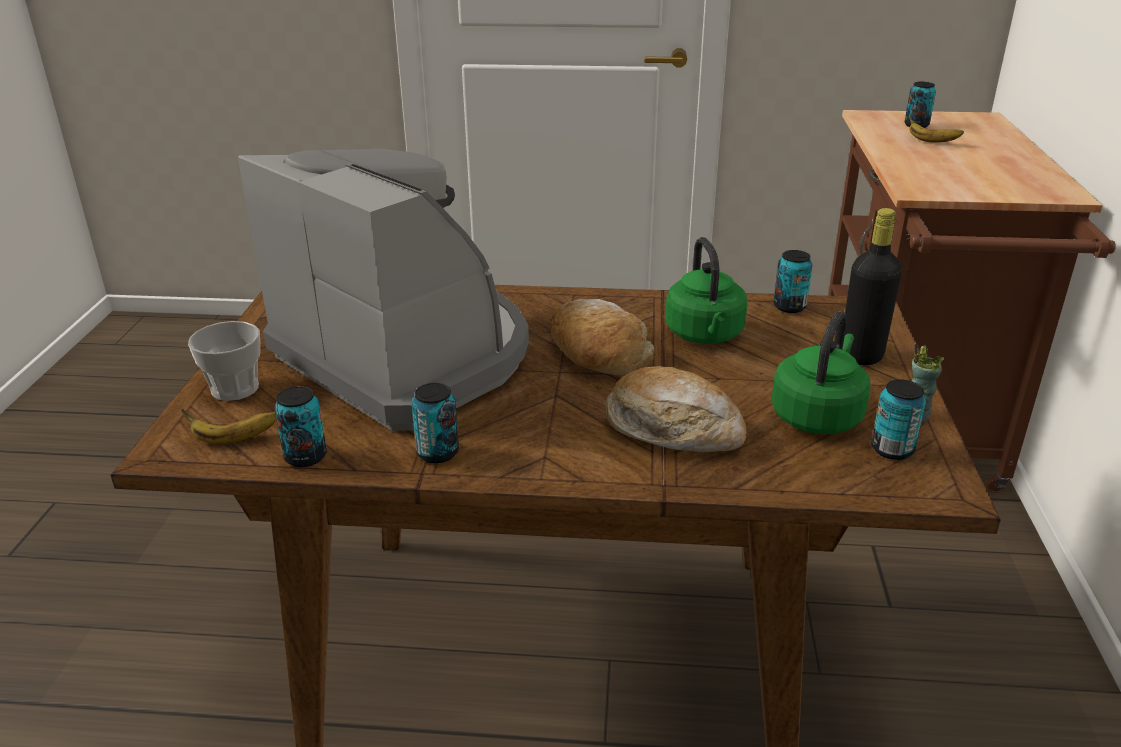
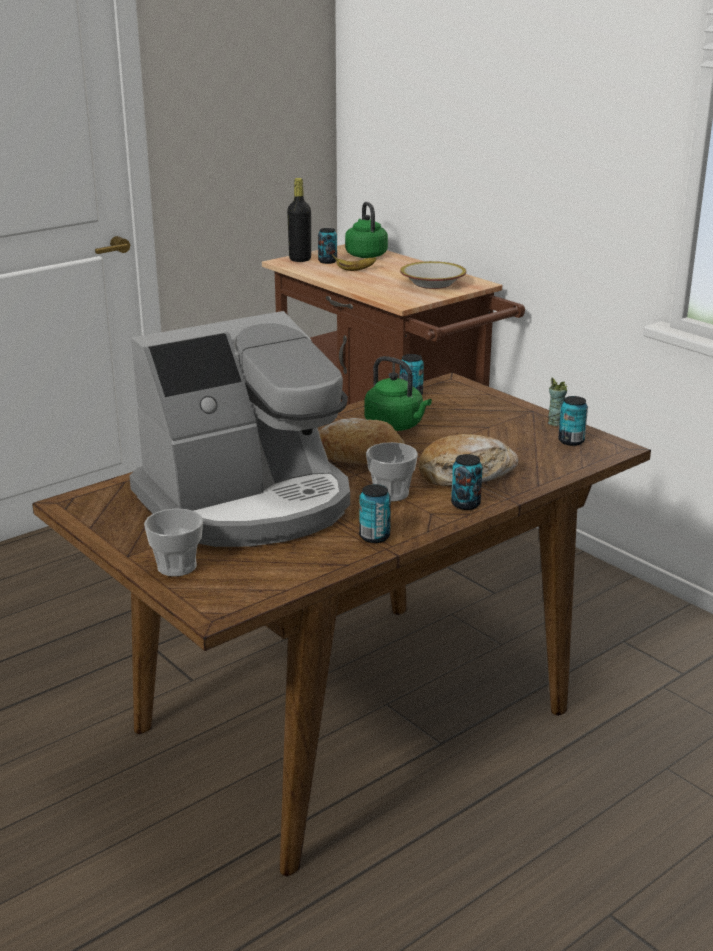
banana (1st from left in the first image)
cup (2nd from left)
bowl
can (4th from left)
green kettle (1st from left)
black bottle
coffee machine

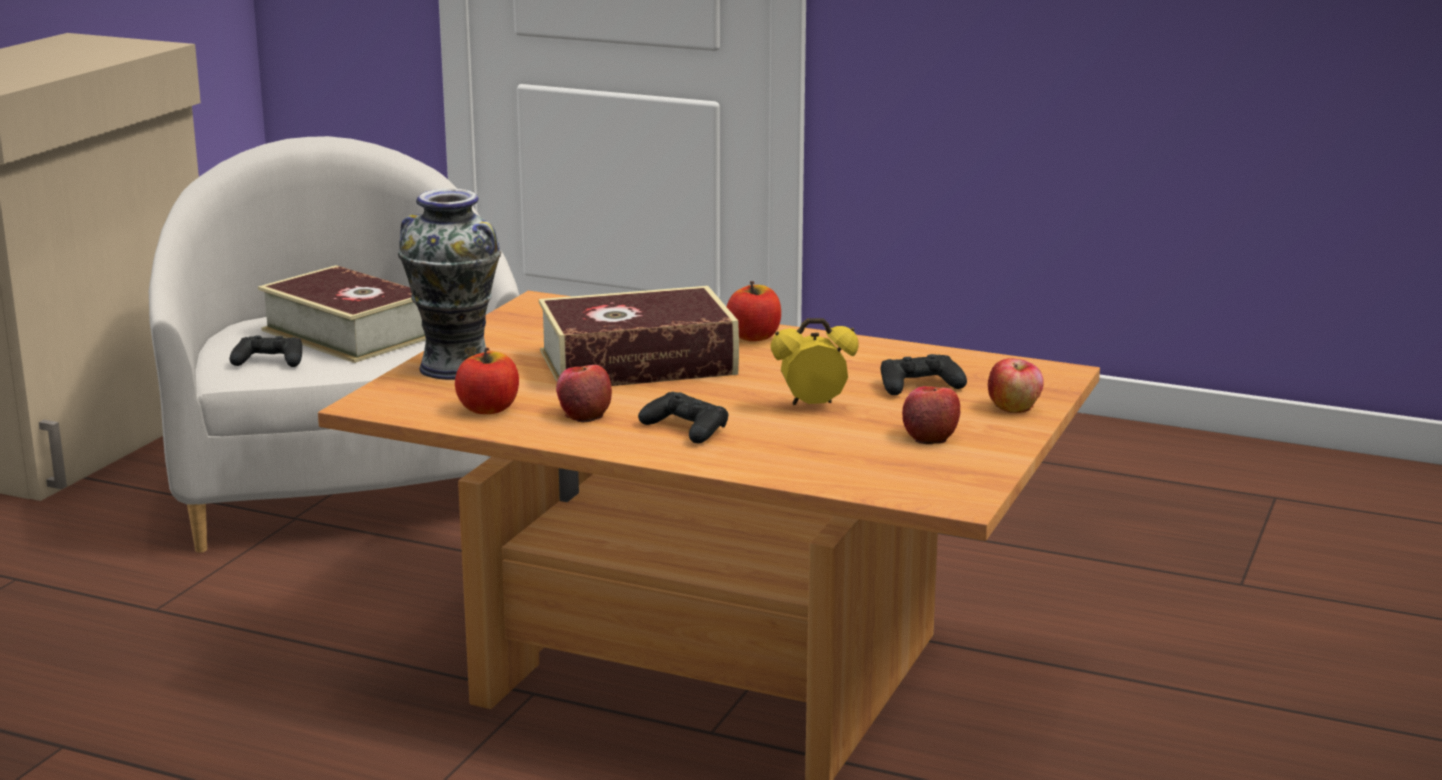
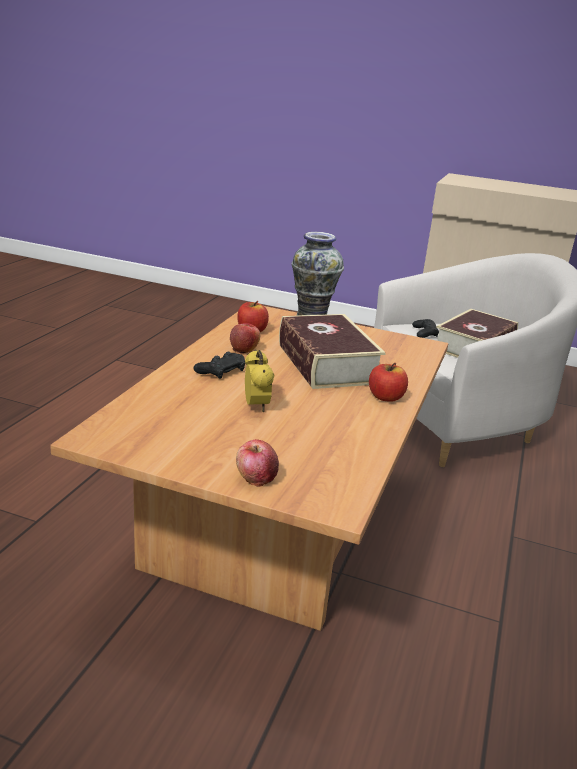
black game controller (3rd from left in the first image)
apple (4th from left in the first image)

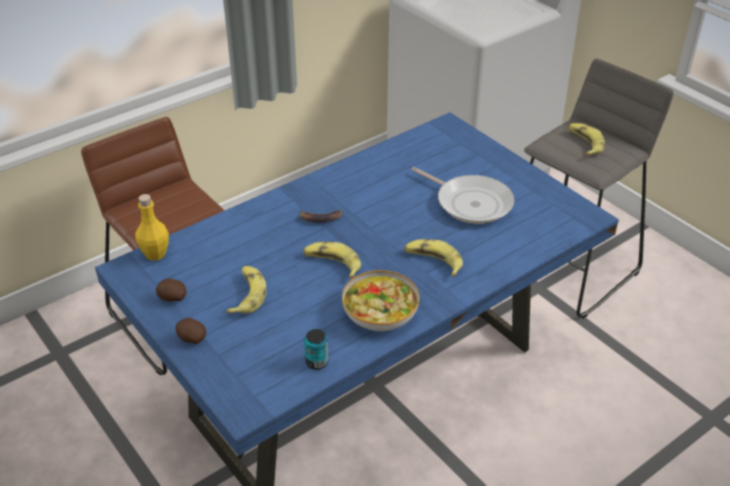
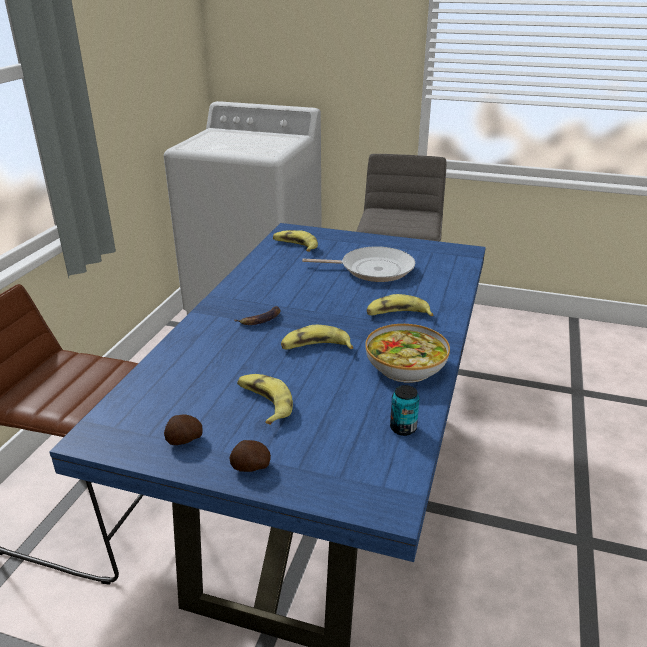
yellow bottle
banana (3rd from left)

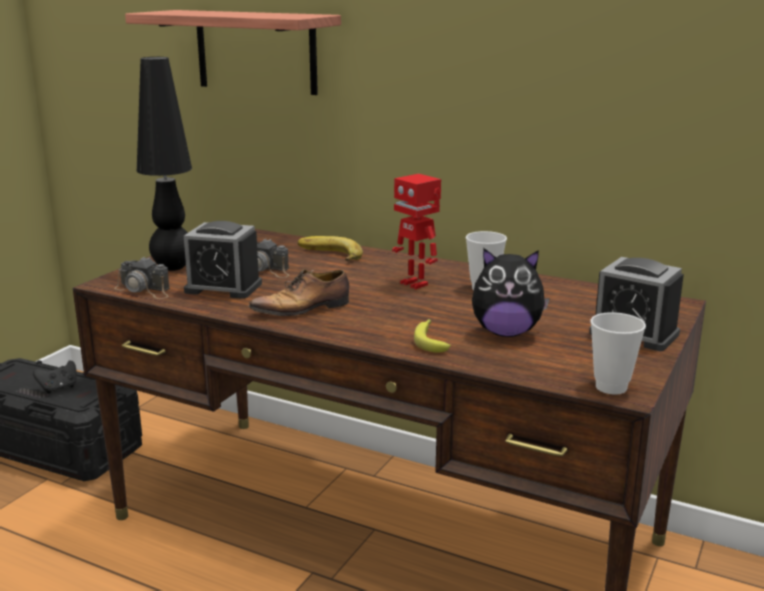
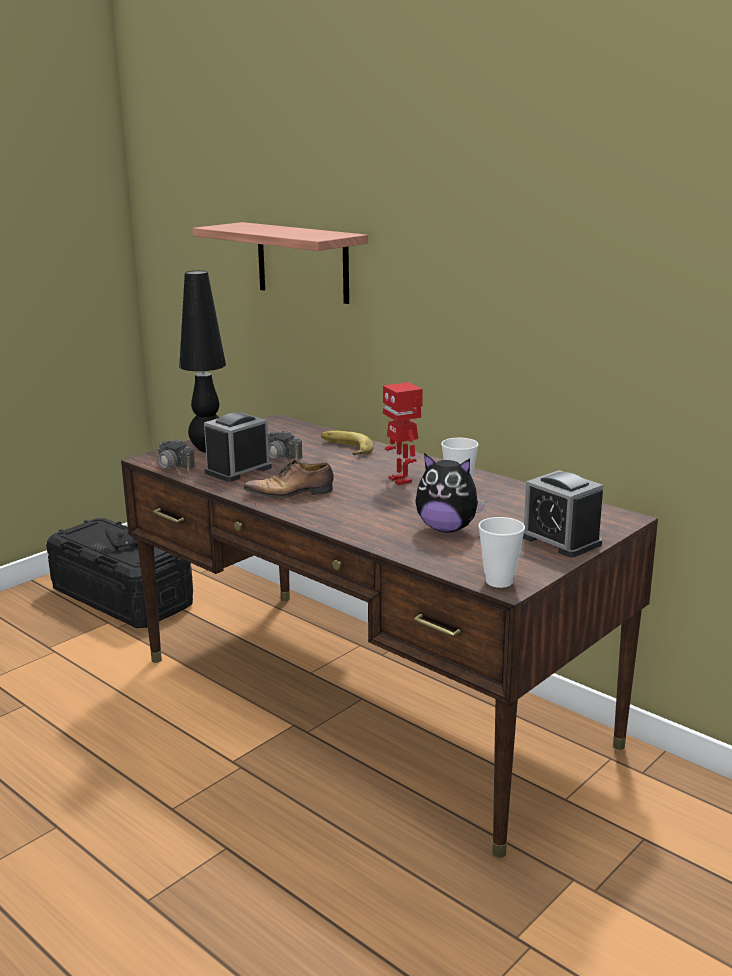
banana (2nd from left in the first image)
alarm clock (1st from left)

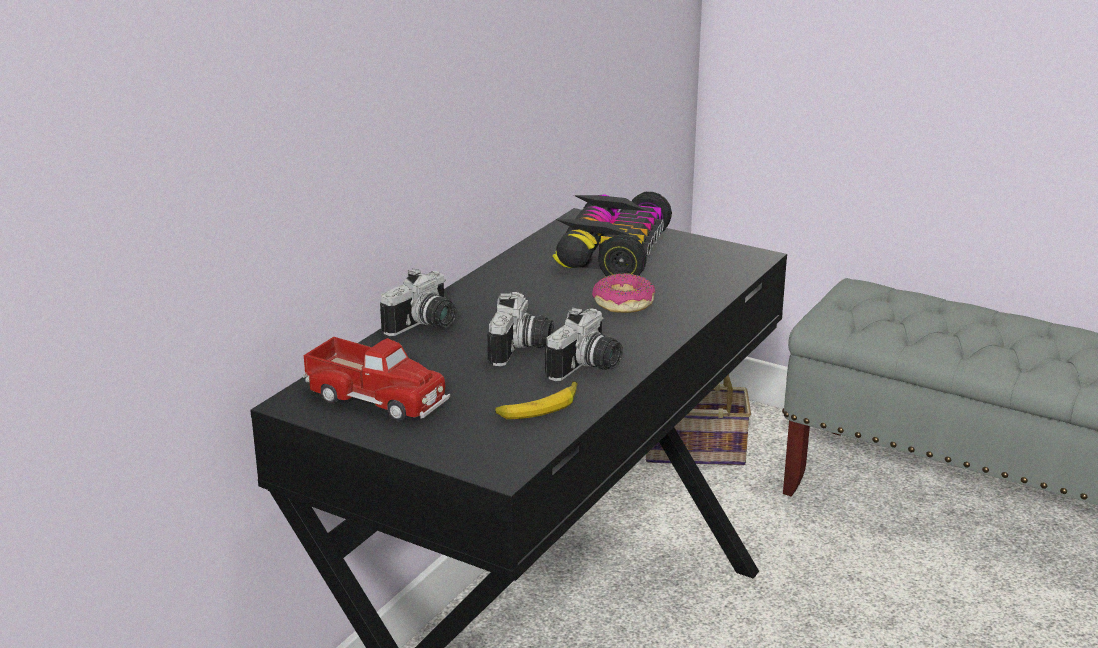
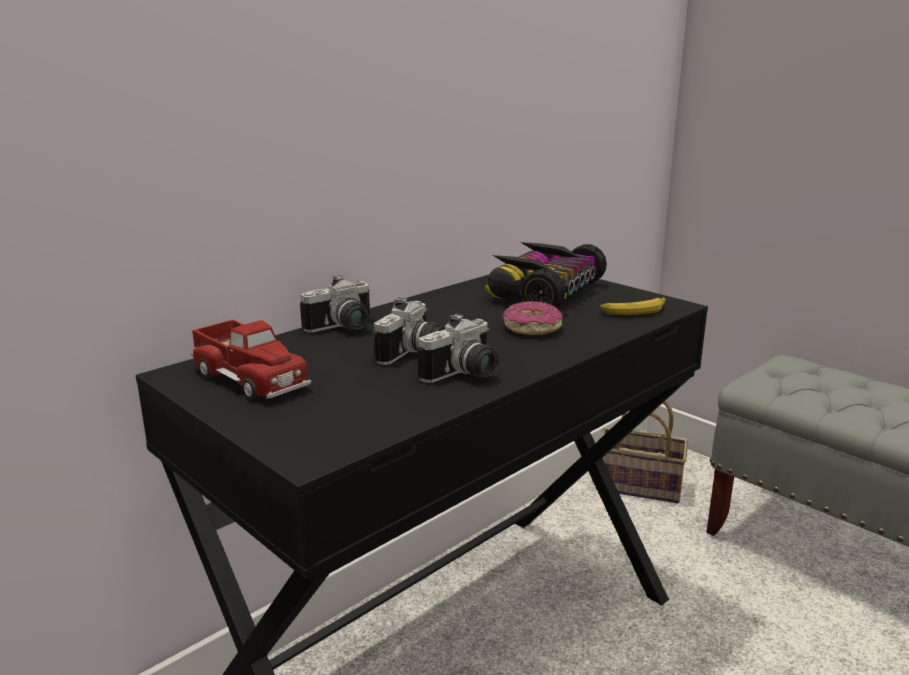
banana

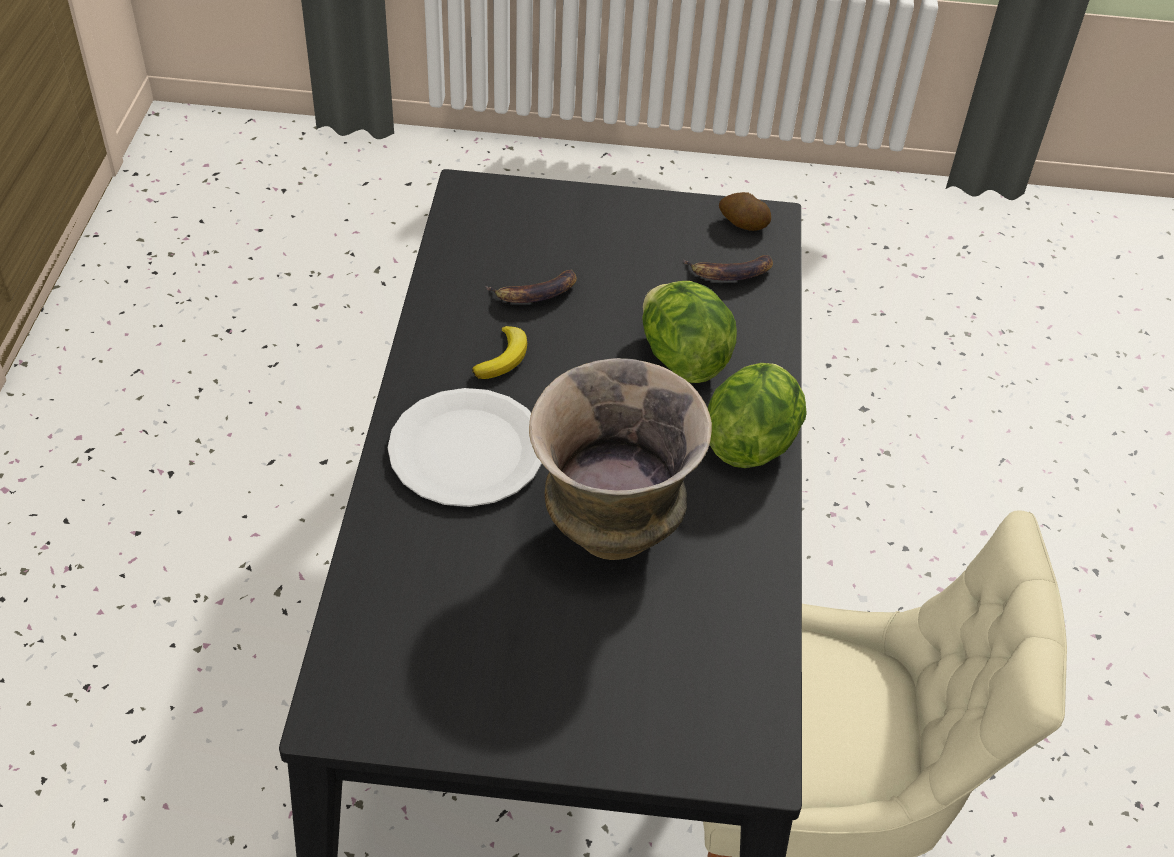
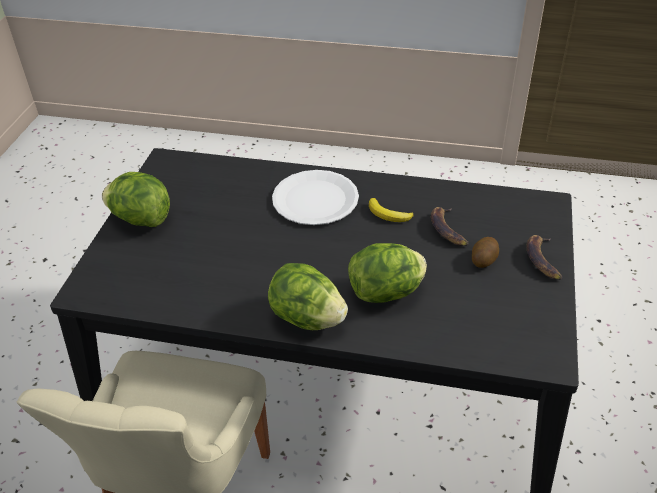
vase
lettuce (1st from left)
banana (3rd from left)
potato

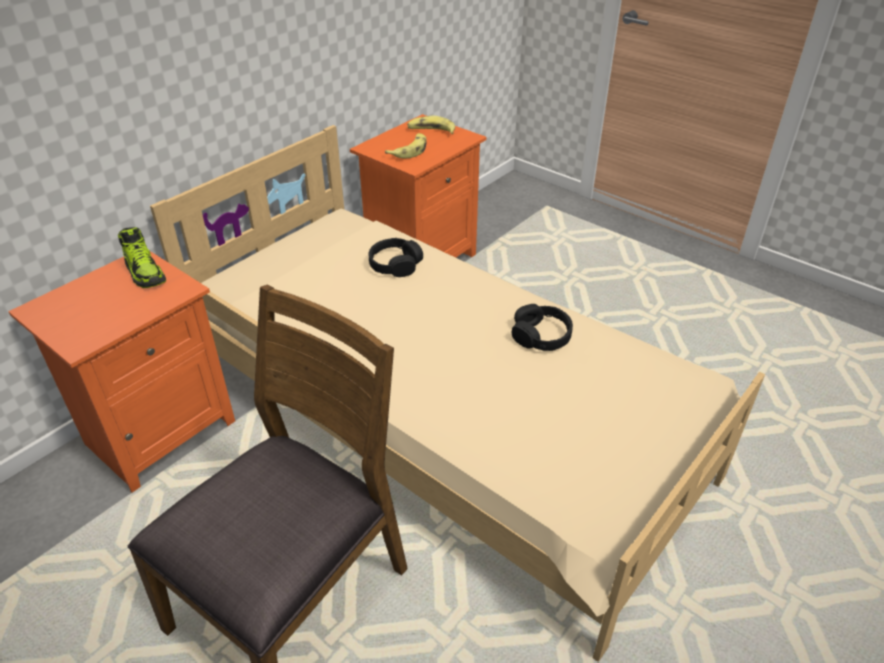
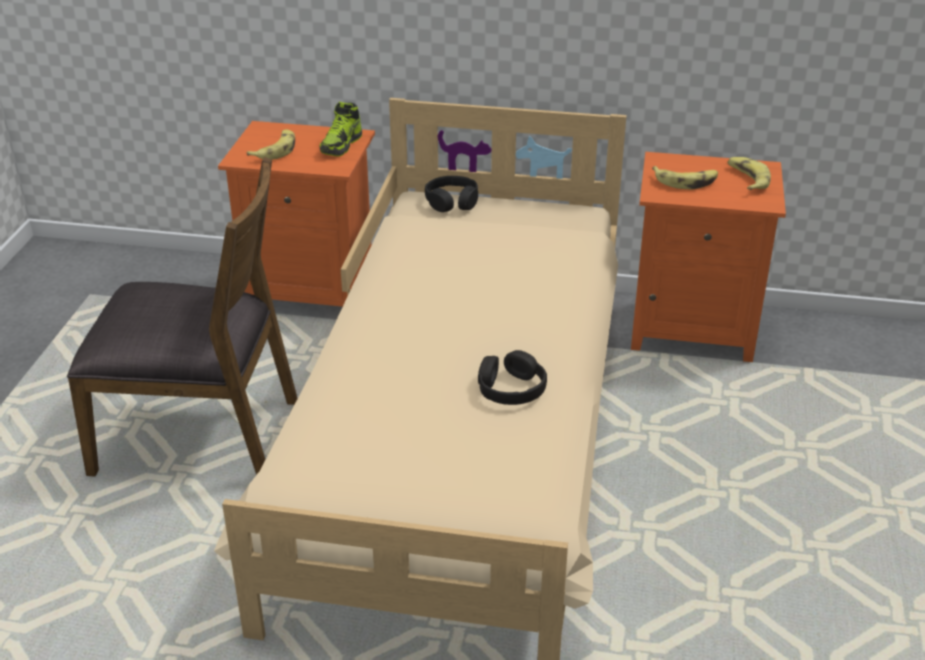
banana (1st from left)
black headphones (1st from left)

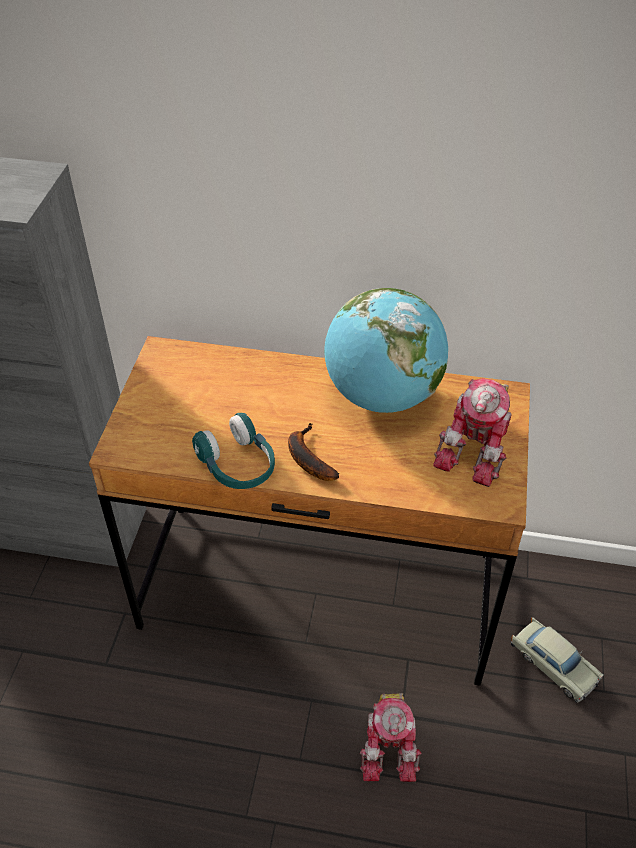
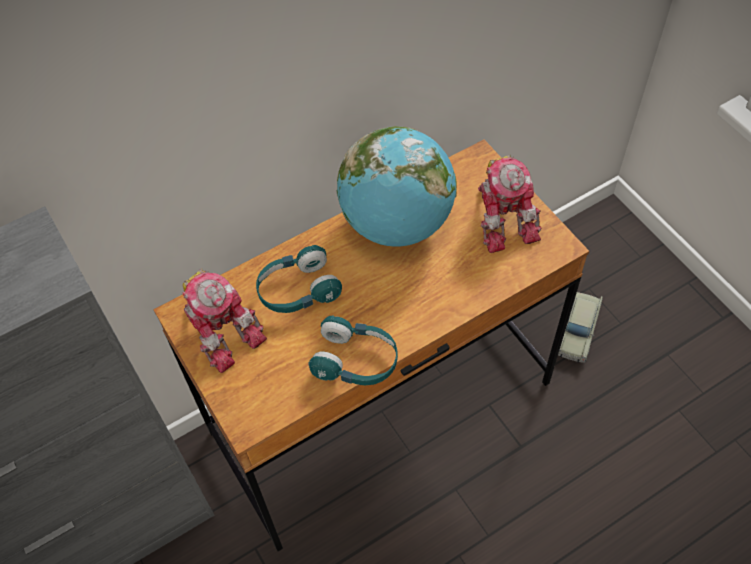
banana
turquoise headphones (1st from left)
toy robot (1st from left)
beige toy car

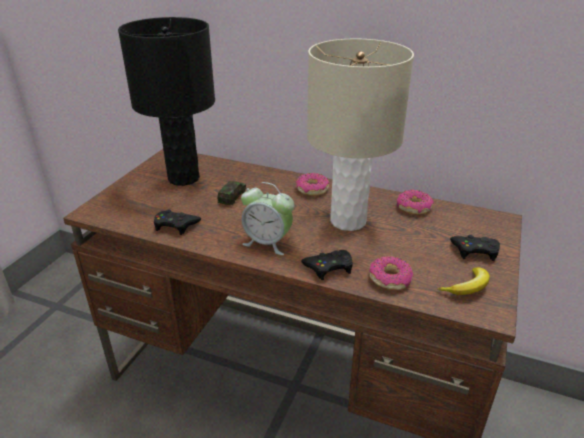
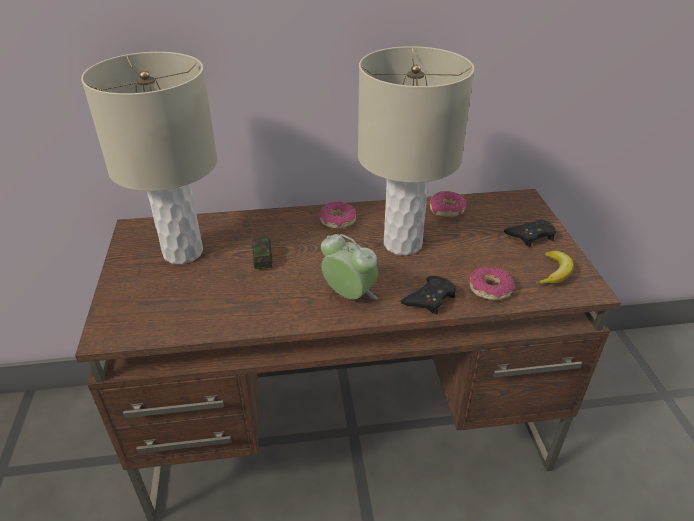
black game controller (1st from left in the first image)
beige table lamp (1st from left)
alarm clock

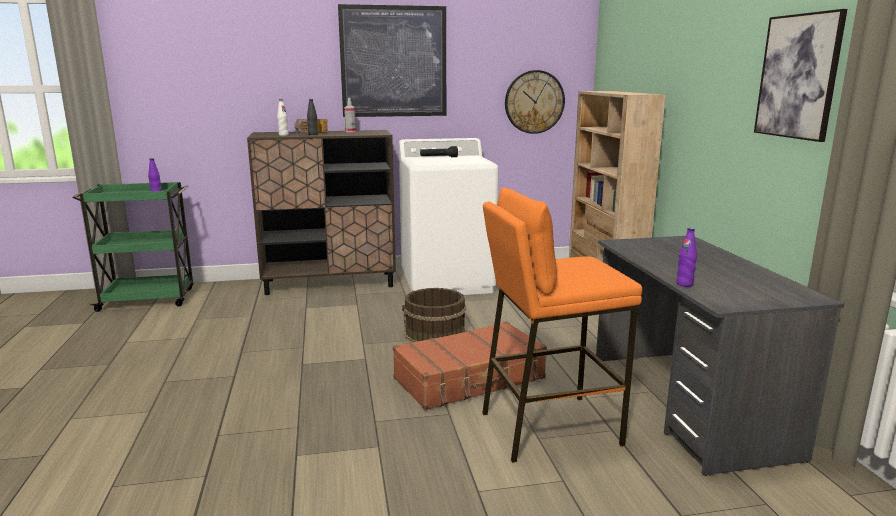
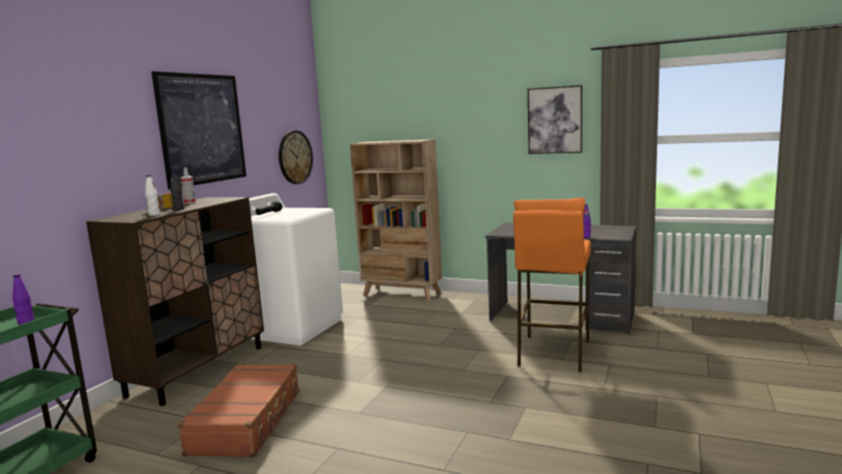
brown bucket
brown suitcase

